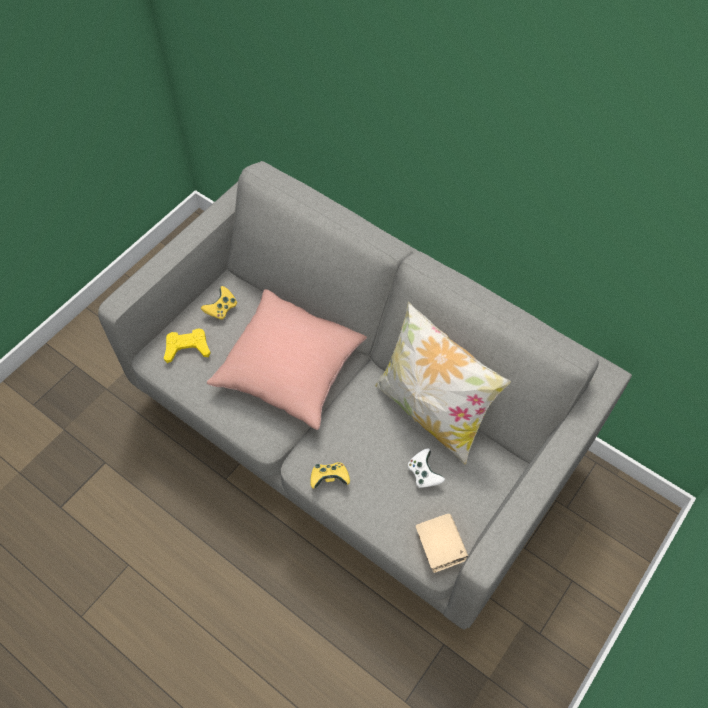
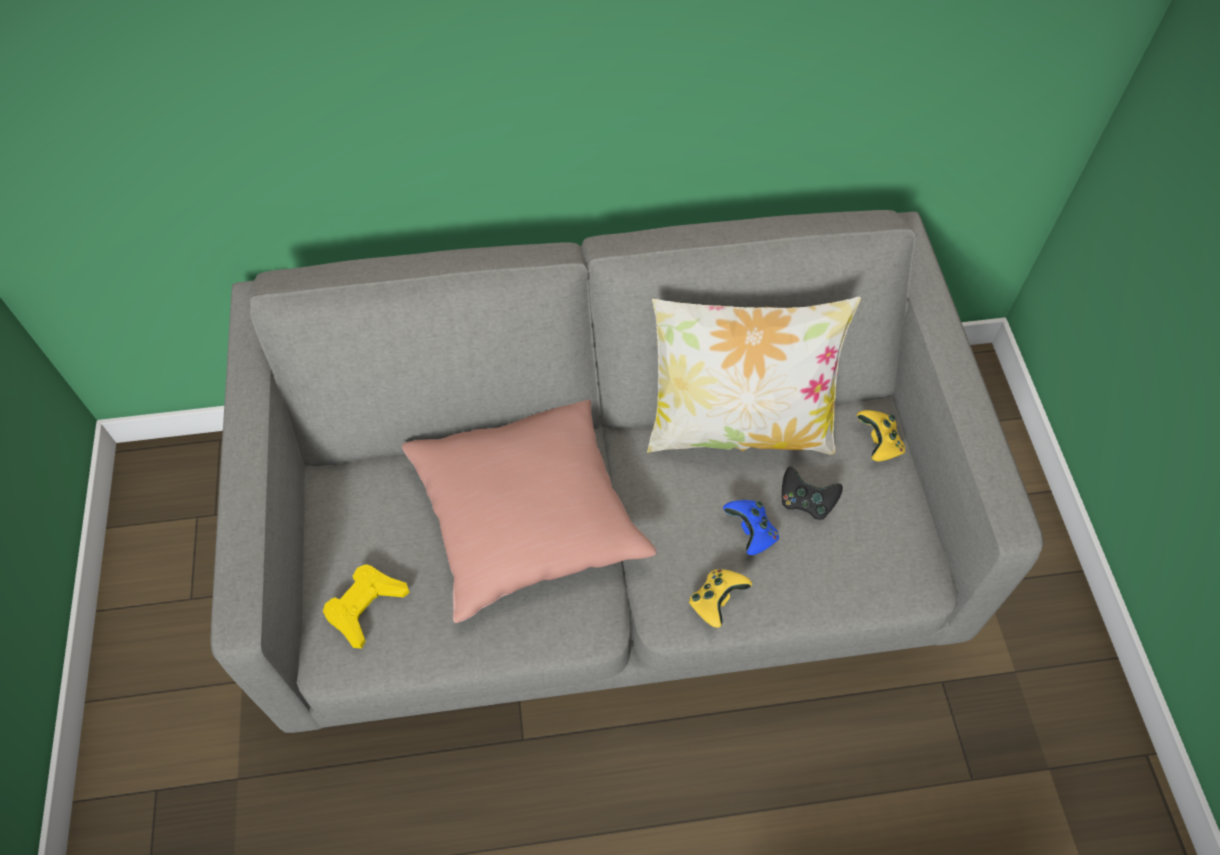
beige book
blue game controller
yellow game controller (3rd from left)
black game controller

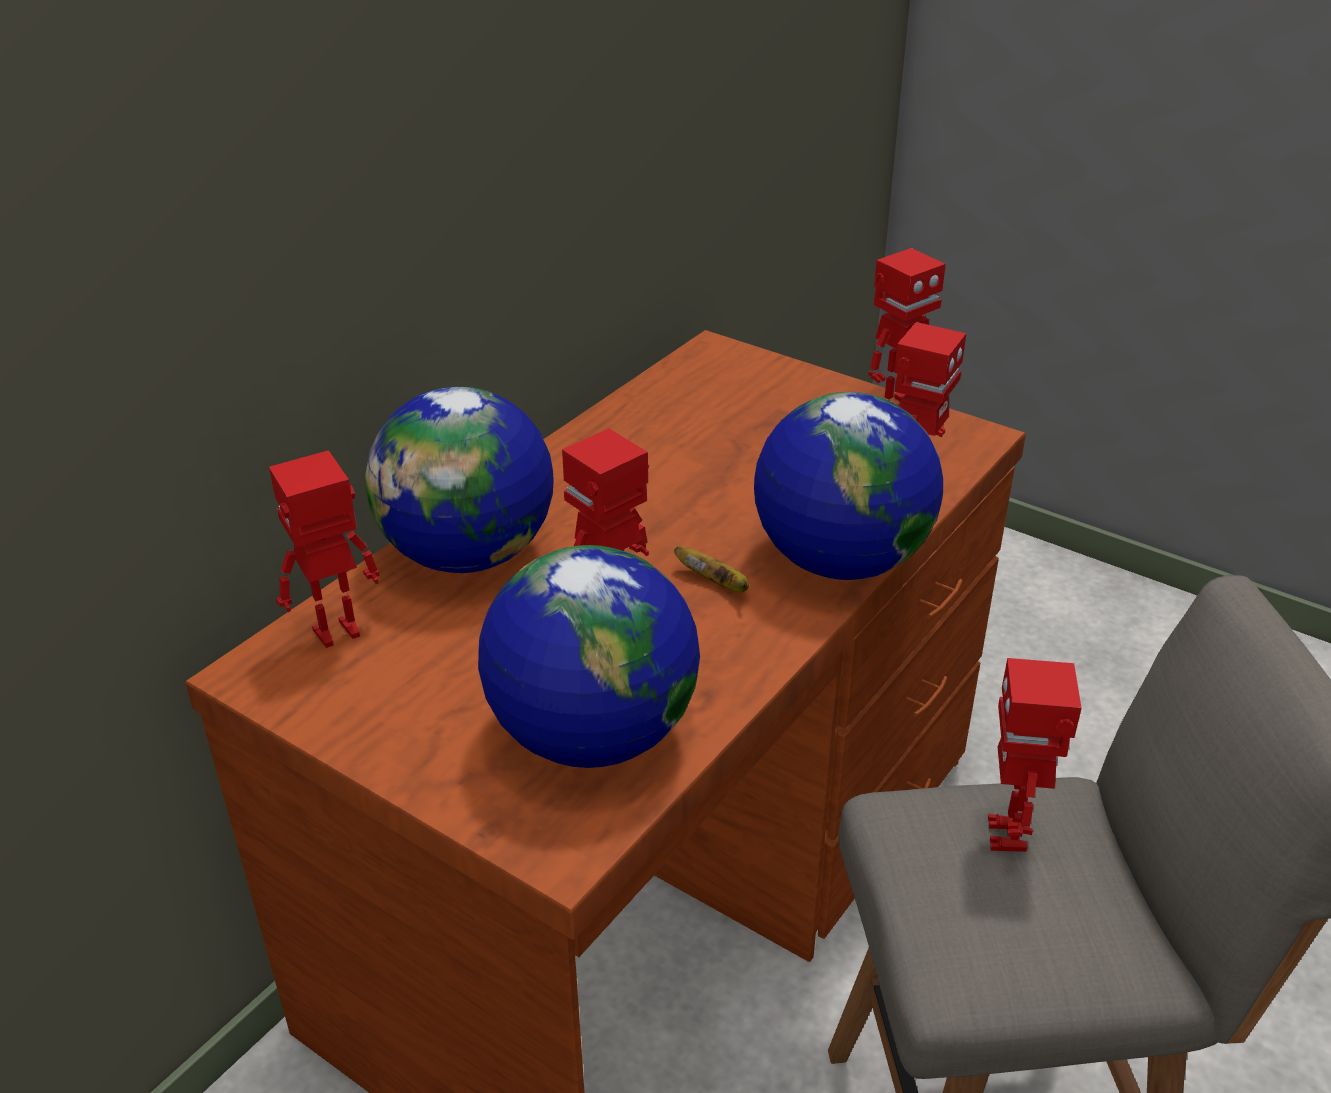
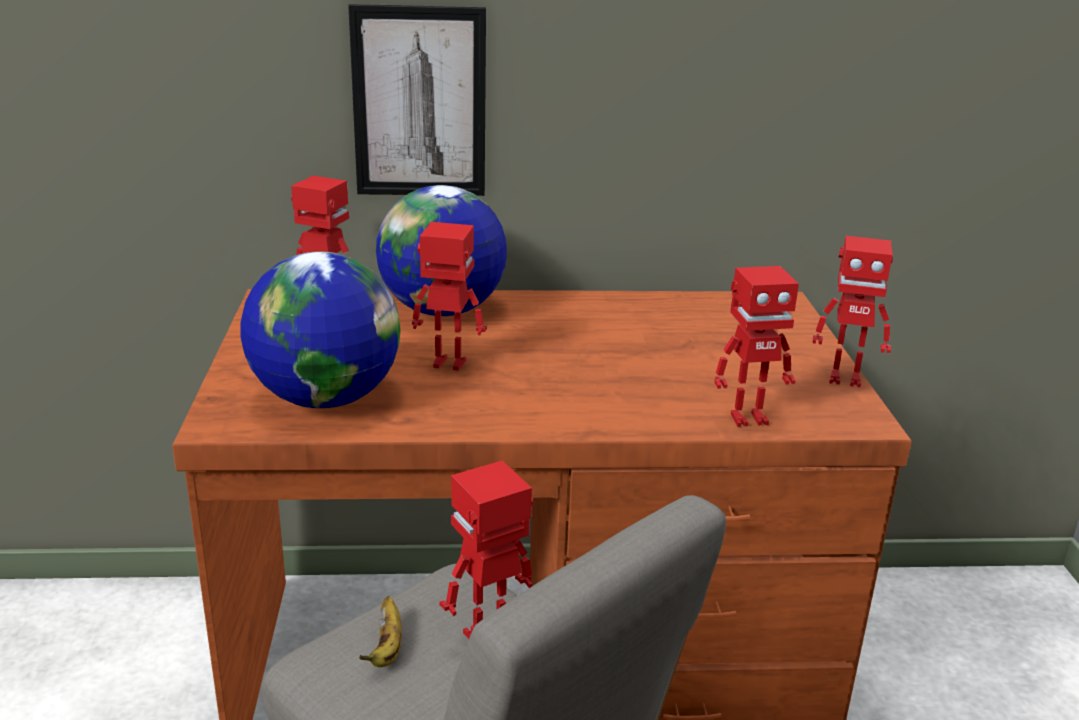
globe (3rd from left in the first image)
picture
banana

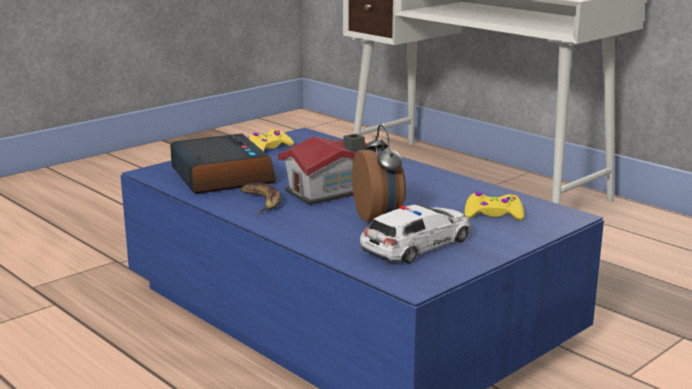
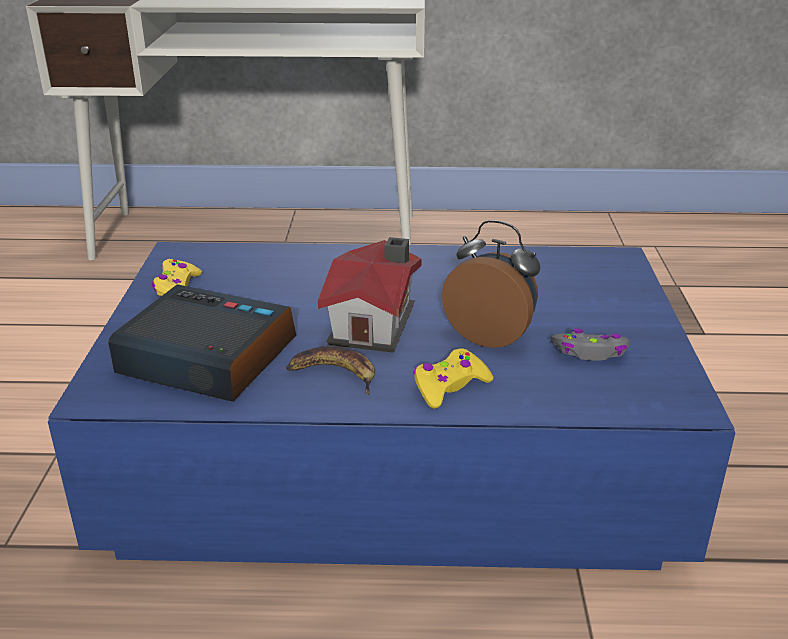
yellow game controller (2nd from left)
grey game controller

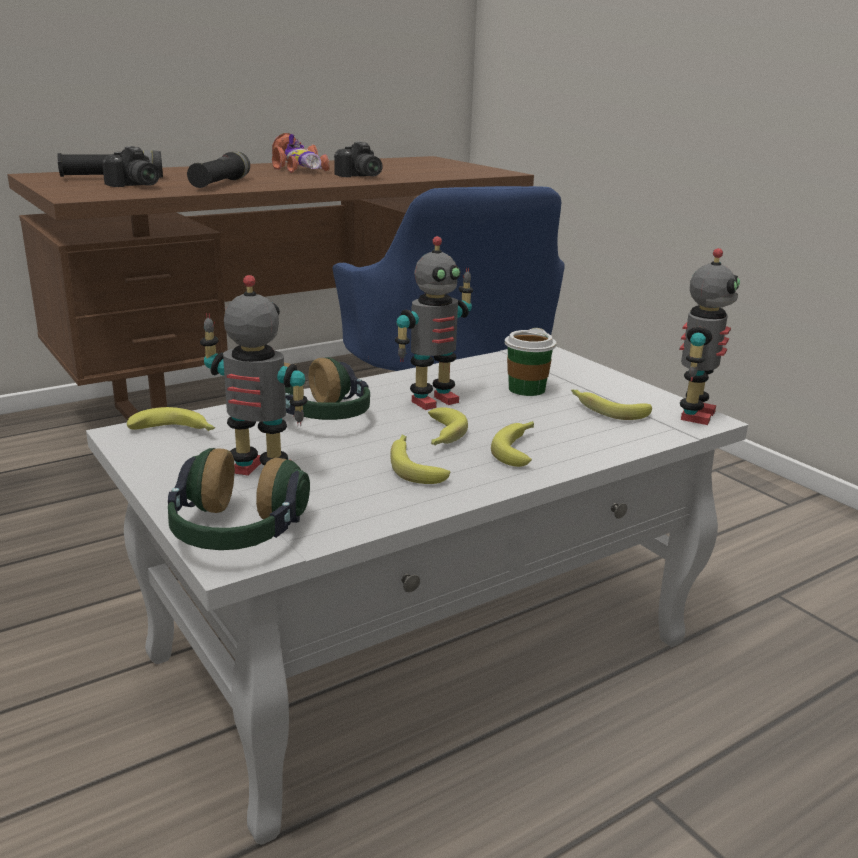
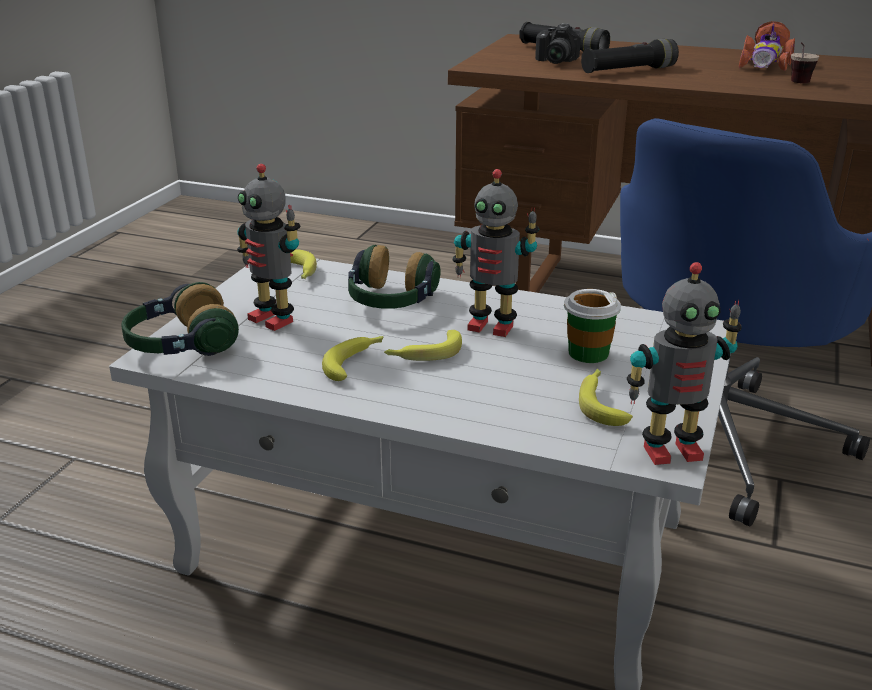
banana (4th from left in the first image)
cup (2nd from left)
toy robot (1st from left)

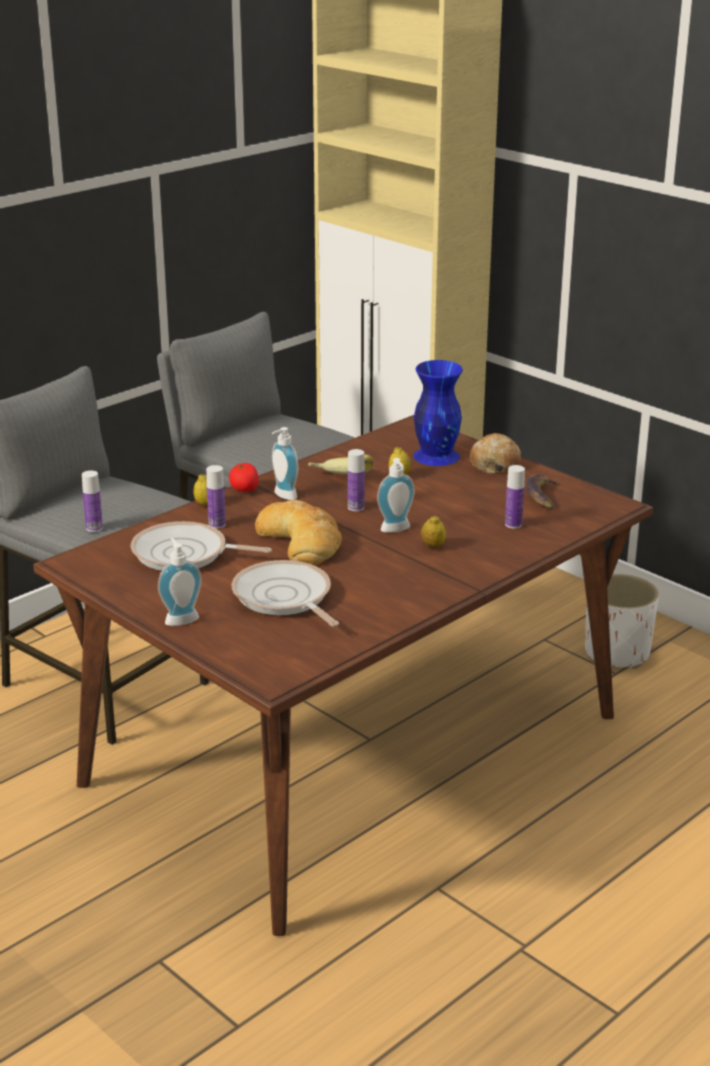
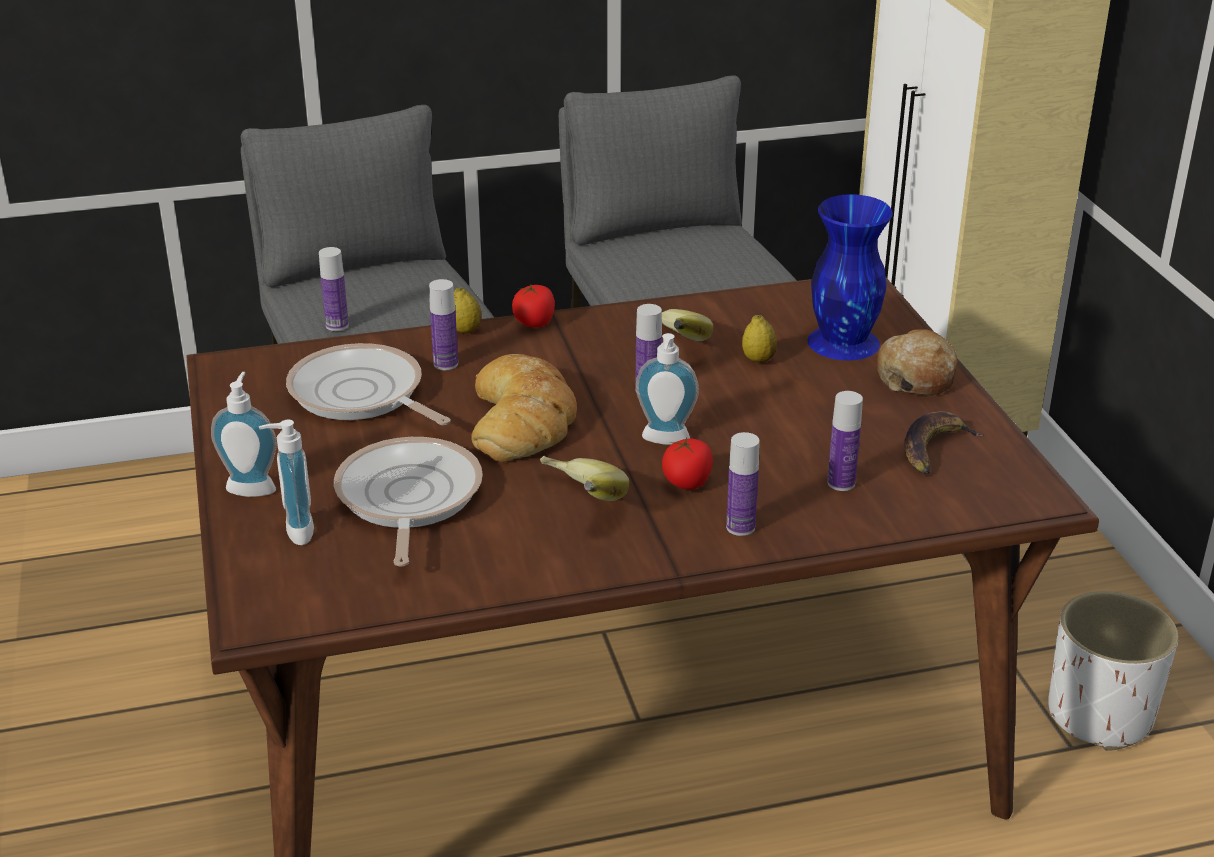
banana (1st from left)
bottle (4th from left)
soap dispenser (2nd from left)
tomato (2nd from left)

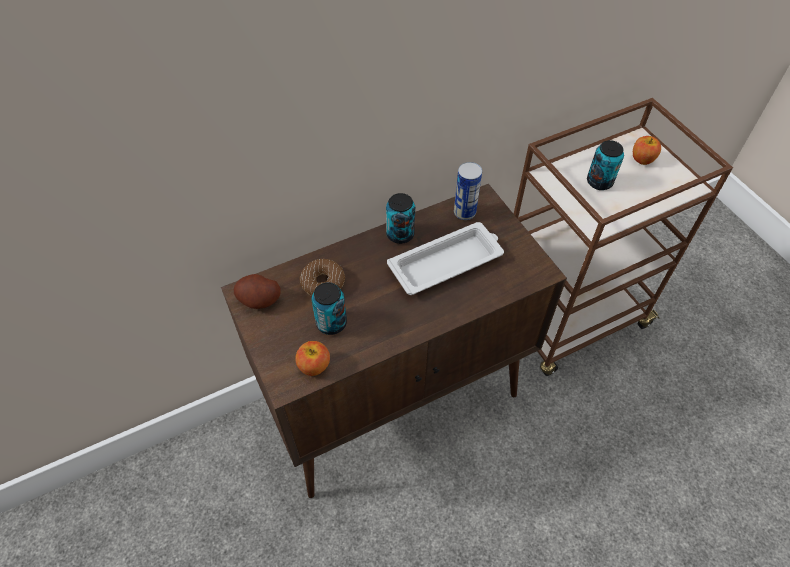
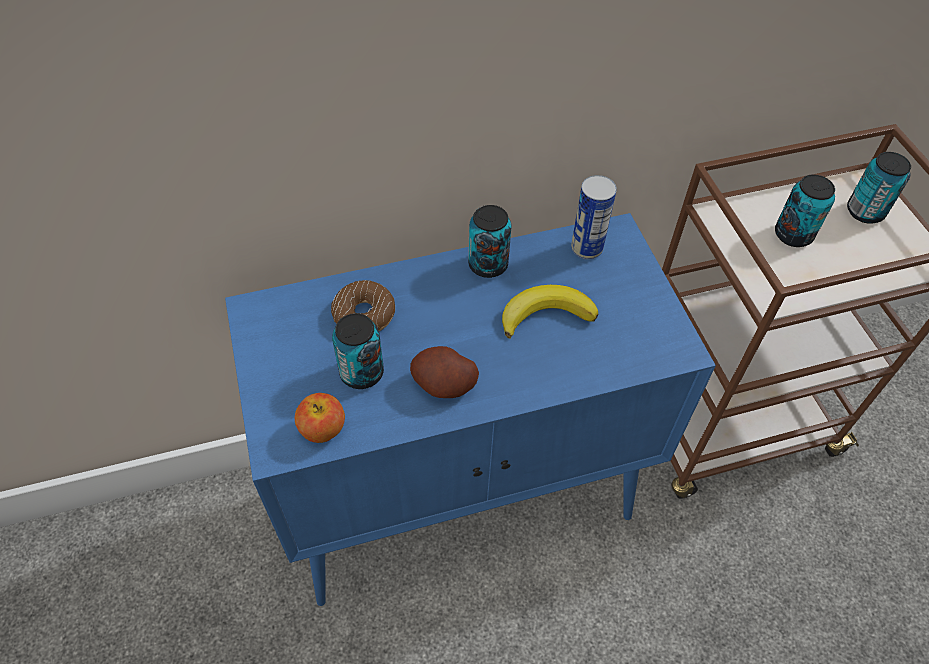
potato
banana
can (5th from left)
blue cabinet

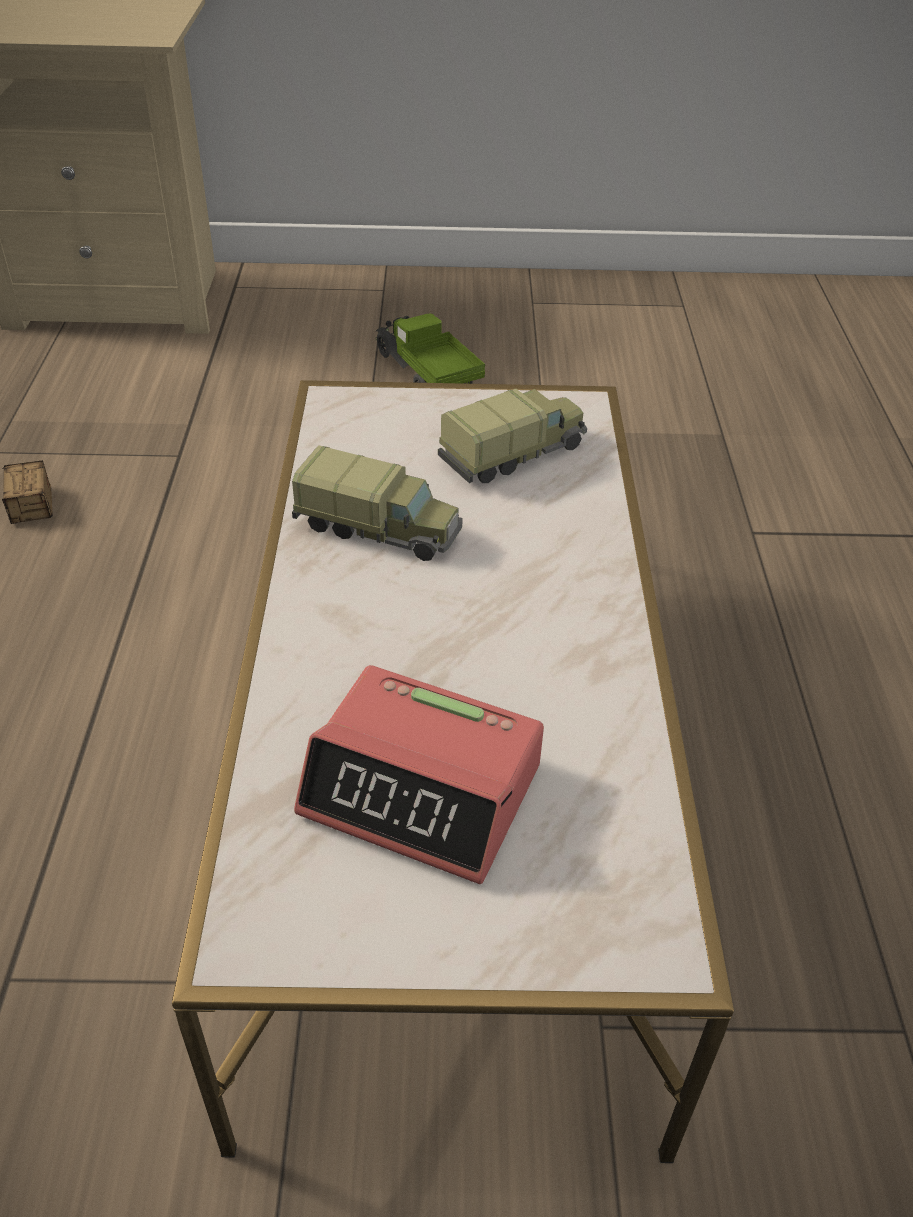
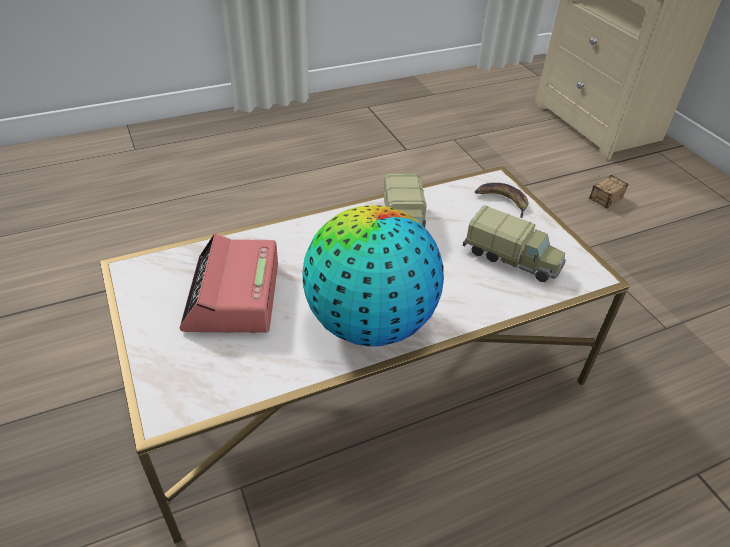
toy truck (2nd from left in the first image)
globe
banana
storage box

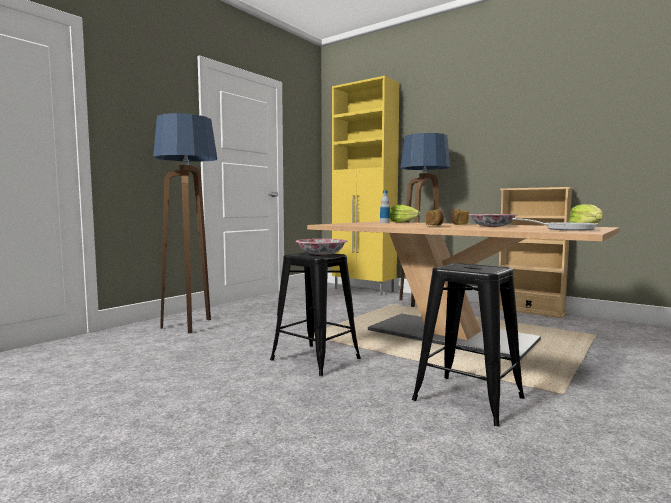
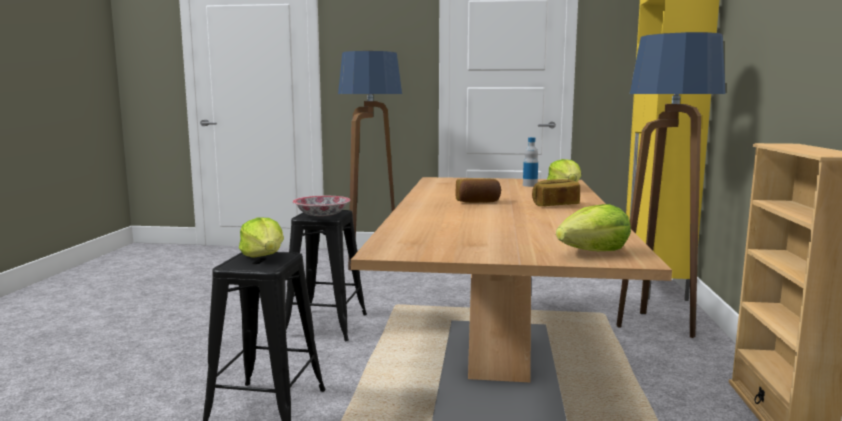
bowl (2nd from left in the first image)
frying pan
lettuce (1st from left)

